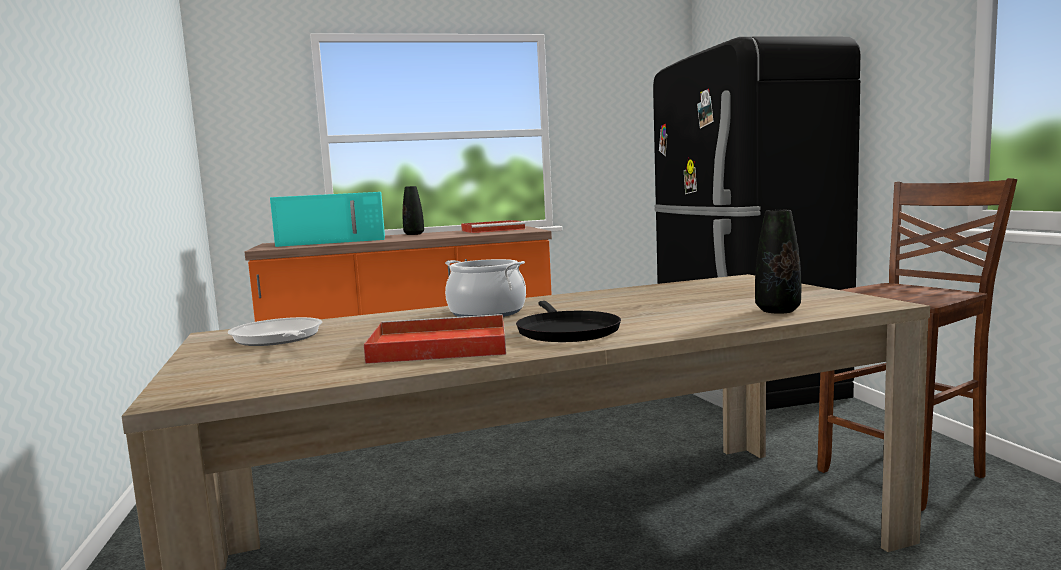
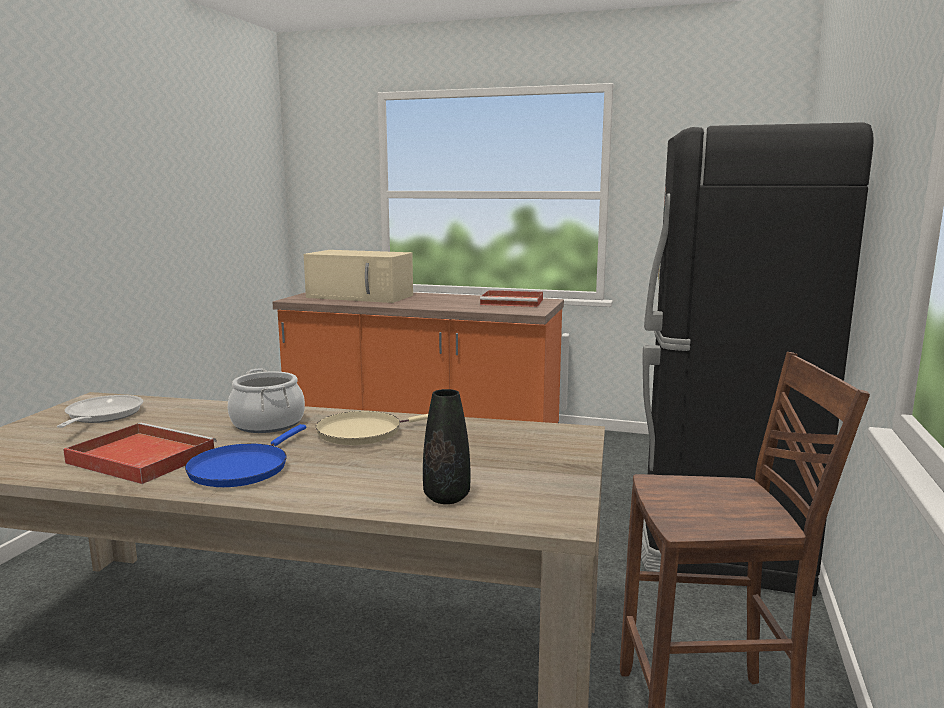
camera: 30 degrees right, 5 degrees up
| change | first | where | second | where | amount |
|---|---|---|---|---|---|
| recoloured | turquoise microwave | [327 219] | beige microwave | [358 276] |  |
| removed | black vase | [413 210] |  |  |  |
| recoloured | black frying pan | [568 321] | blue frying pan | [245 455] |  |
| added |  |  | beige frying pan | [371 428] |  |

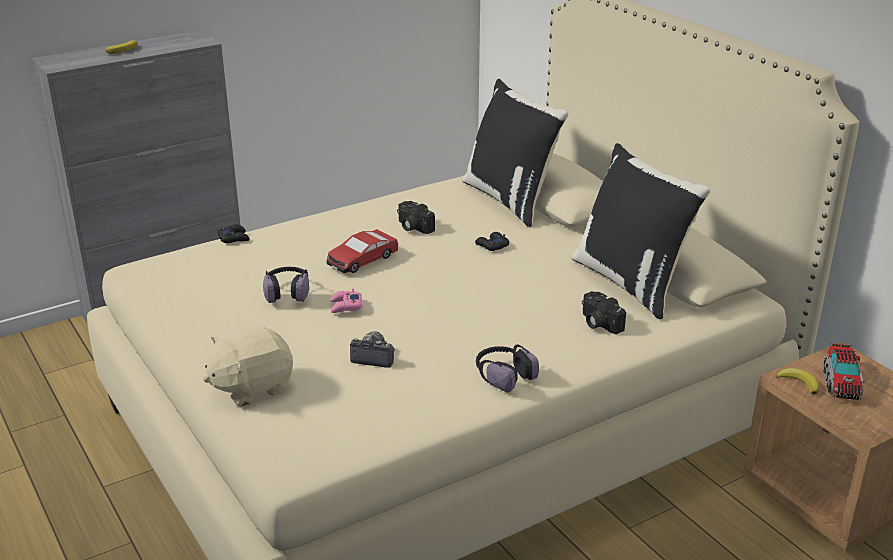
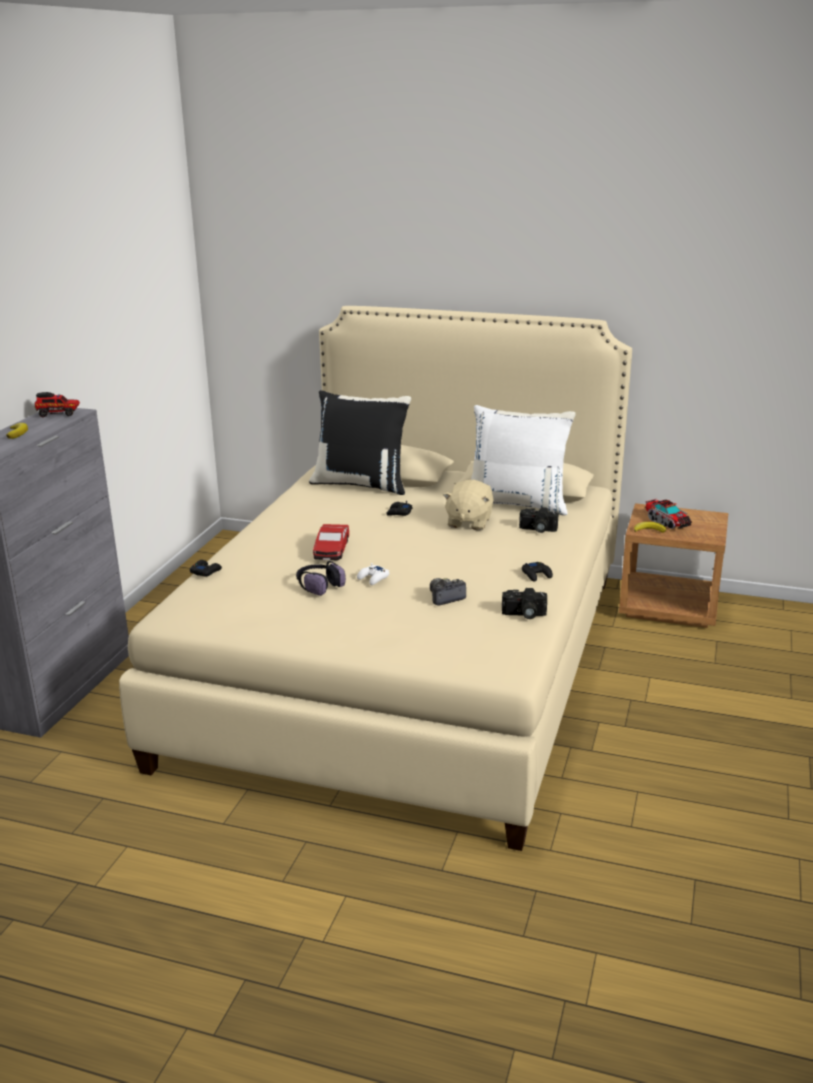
camera: 40 degrees left, 5 degrees down
| change | first | where | second | where | amount |
|---|---|---|---|---|---|
| moved | beige plush toy | [248 366] |  | [468 505] |  |
| recoloured | pink game controller | [346 300] | white game controller | [373 574] |  |
| moved | photo camera | [416 217] |  | [524 603] |  |
| replaced | headphones | [507 368] | black game controller | [537 572] |  |
| recoloured | black pillow | [641 231] | white pillow | [523 460] |  |
| added |  |  | toy truck | [57 404] |  |

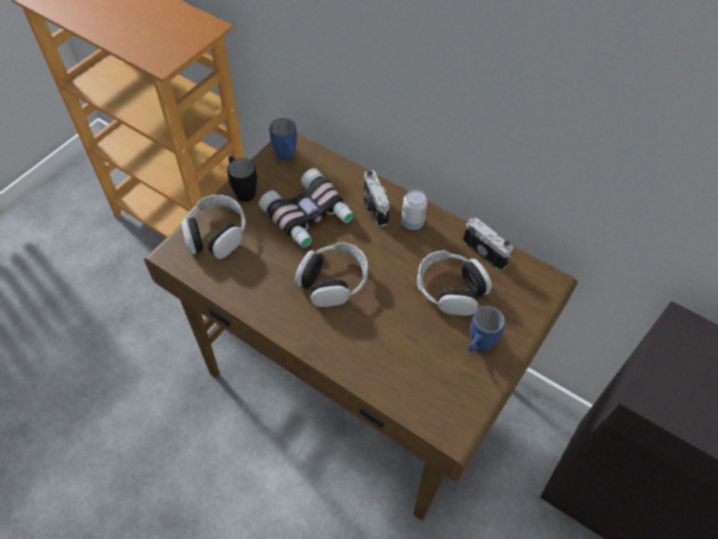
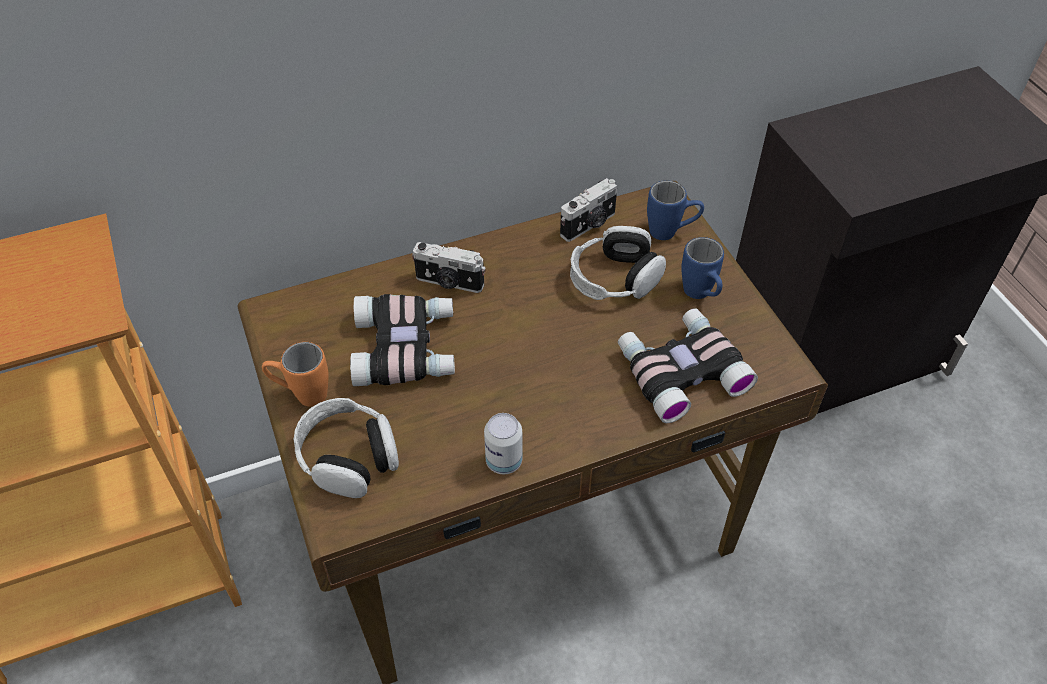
camera: 55 degrees left, 5 degrees down
| change | first | where | second | where | amount |
|---|---|---|---|---|---|
| recoloured | black mug | [242 179] | orange mug | [295 374] |  |
| moved | blue mug | [283 139] |  | [675 210] |  |
| removed | headphones | [331 274] |  |  |  |
| moved | can | [414 209] |  | [503 443] |  |
| turned | photo camera | [488 244] |  | [588 210] | 150 degrees clockwise |
| added |  |  | binoculars | [688 365] |  |

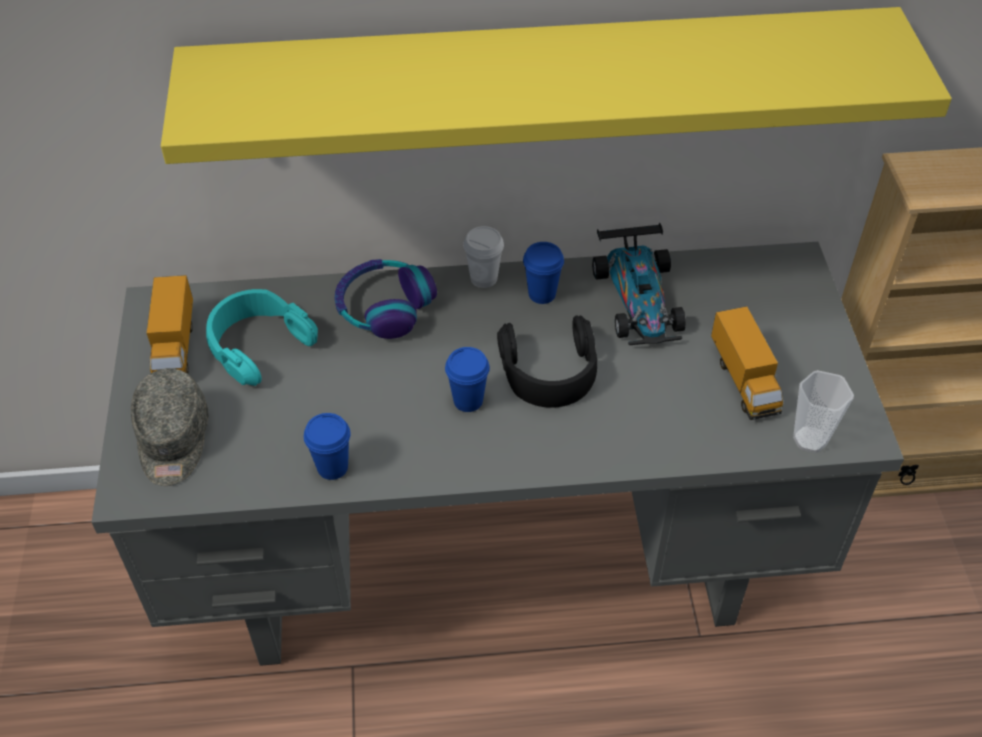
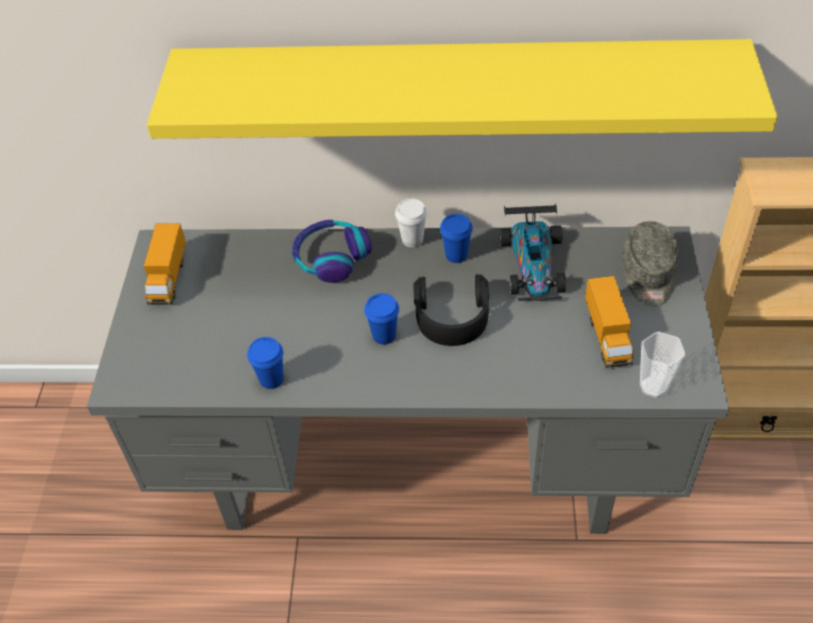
camera: 10 degrees right, 0 degrees up
| change | first | where | second | where | amount |
|---|---|---|---|---|---|
| moved | grey cap | [169 427] |  | [650 263] |  |
| removed | turquoise headphones | [262 337] |  |  |  |

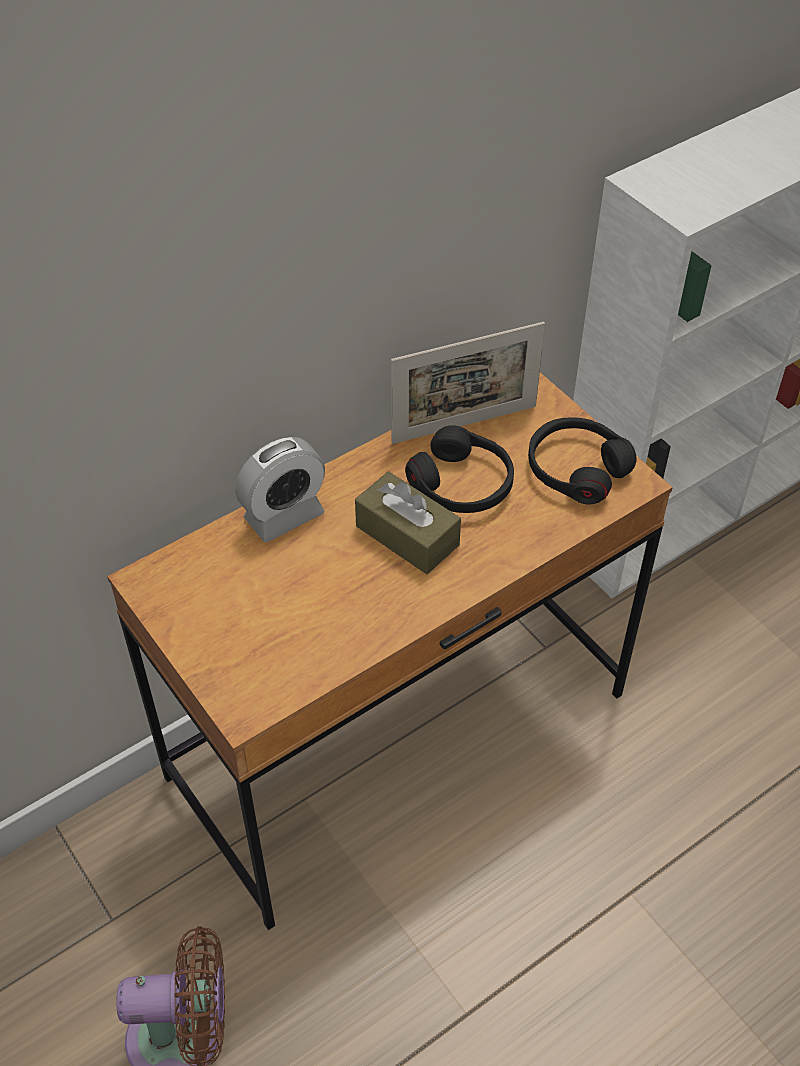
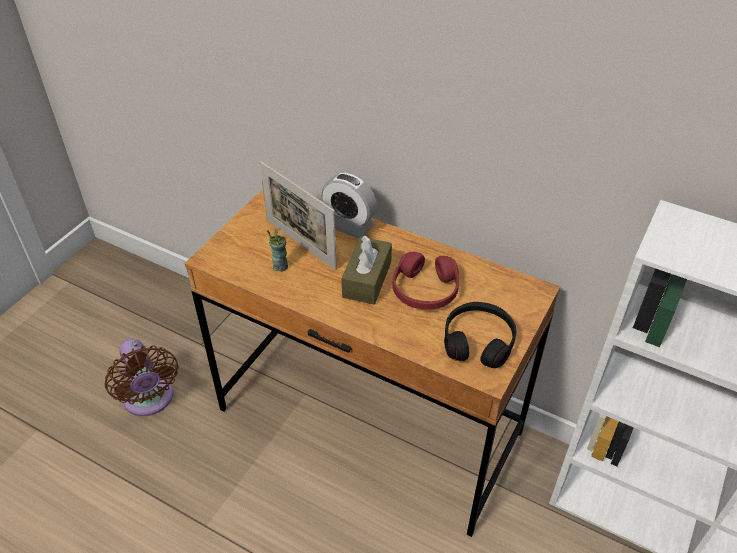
camera: 65 degrees right, 5 degrees down
| change | first | where | second | where | amount |
|---|---|---|---|---|---|
| moved | picture frame | [468 383] |  | [298 215] |  |
| recoloured | black headphones | [459 469] | red headphones | [426 281] |  |
| added |  |  | cup | [277 251] |  |

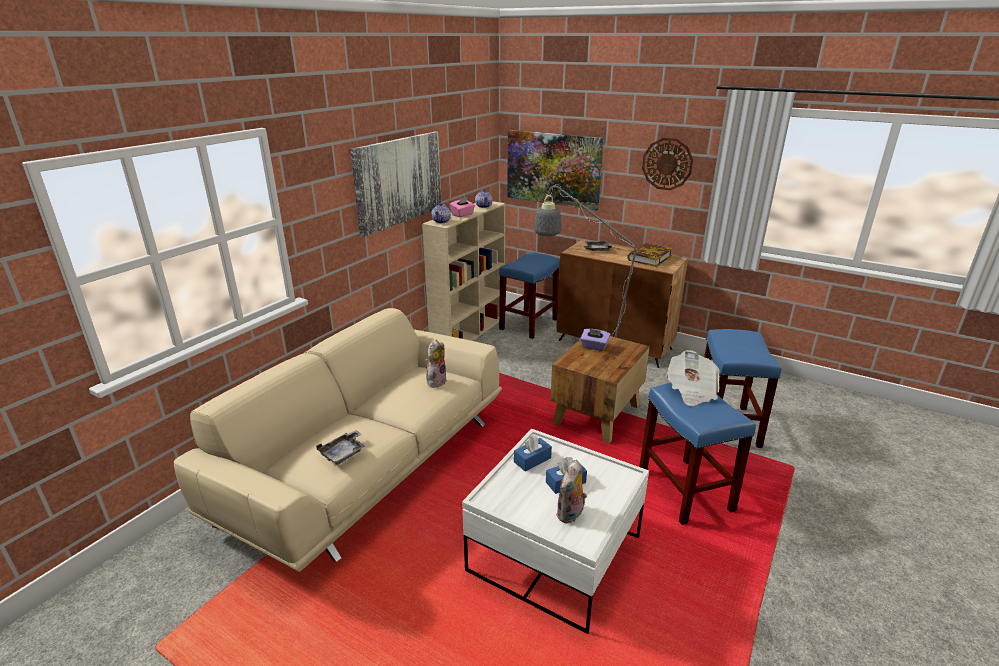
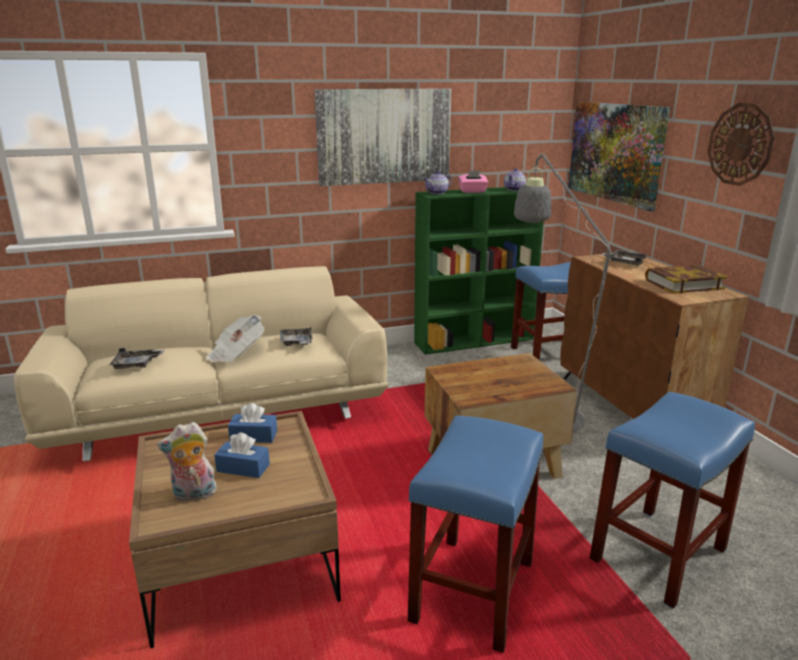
camera: 40 degrees right, 5 degrees down
| change | first | where | second | where | amount |
|---|---|---|---|---|---|
| recoloured | beige bookcase | [463 271] | green bookcase | [479 271] |  |
| replaced | plush toy | [436 364] | grey tray | [296 336] |  |
| recoloured | white coffee table | [555 531] | brown coffee table | [235 529] |  |
| removed | purple tissue box | [595 340] |  |  |  |
| moved | newspaper | [693 378] |  | [235 339] |  |

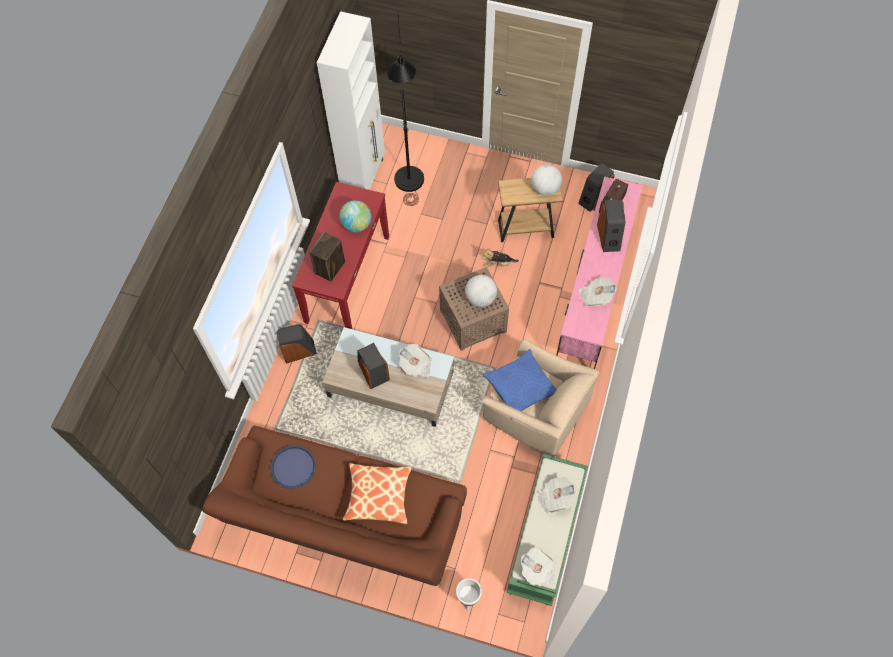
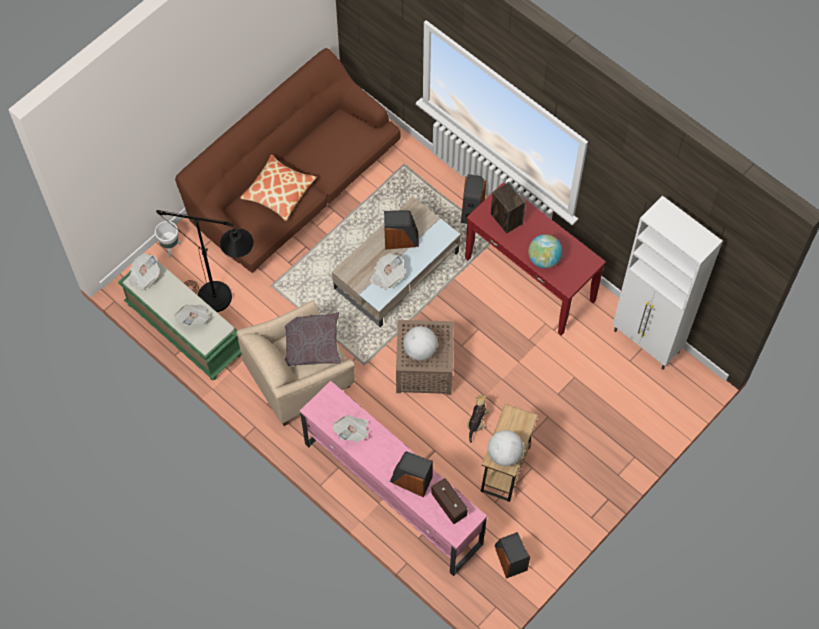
camera: 115 degrees right, 0 degrees up
| change | first | where | second | where | amount |
|---|---|---|---|---|---|
| removed | blue tray | [293 467] |  |  |  |
| moved | black floor lamp | [405 127] |  | [205 261] |  |
| recoloured | blue pillow | [519 384] | grey pillow | [313 339] |  |

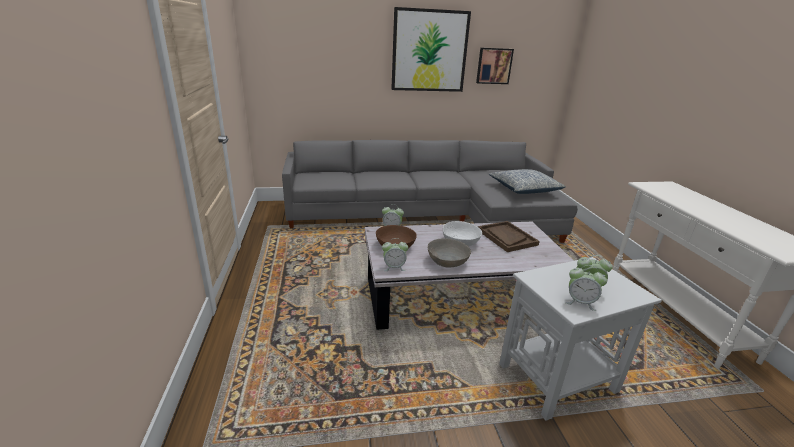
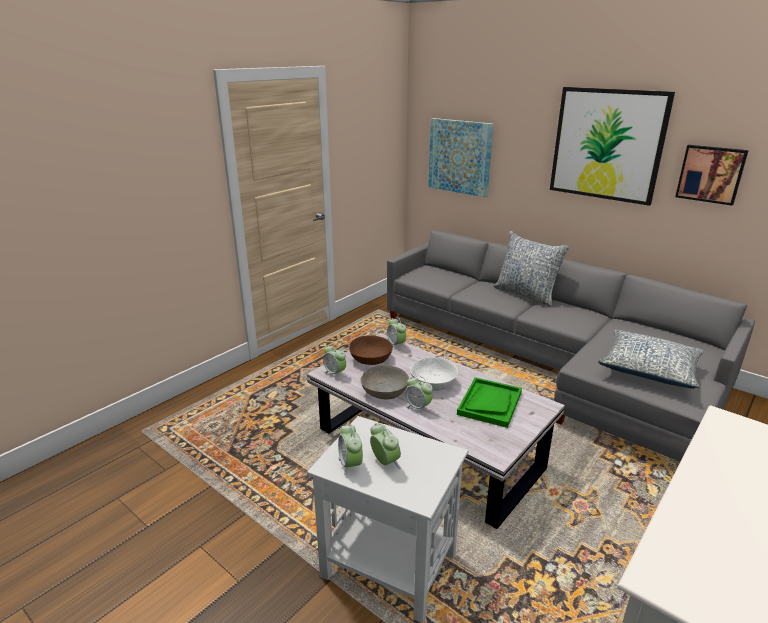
camera: 50 degrees right, 0 degrees up
| change | first | where | second | where | amount |
|---|---|---|---|---|---|
| recoloured | brown tray | [509 236] | green tray | [489 402] |  |
| added |  |  | alarm clock | [419 396] |  |
| added |  |  | picture | [461 157] |  |
| added |  |  | pillow | [531 268] |  |

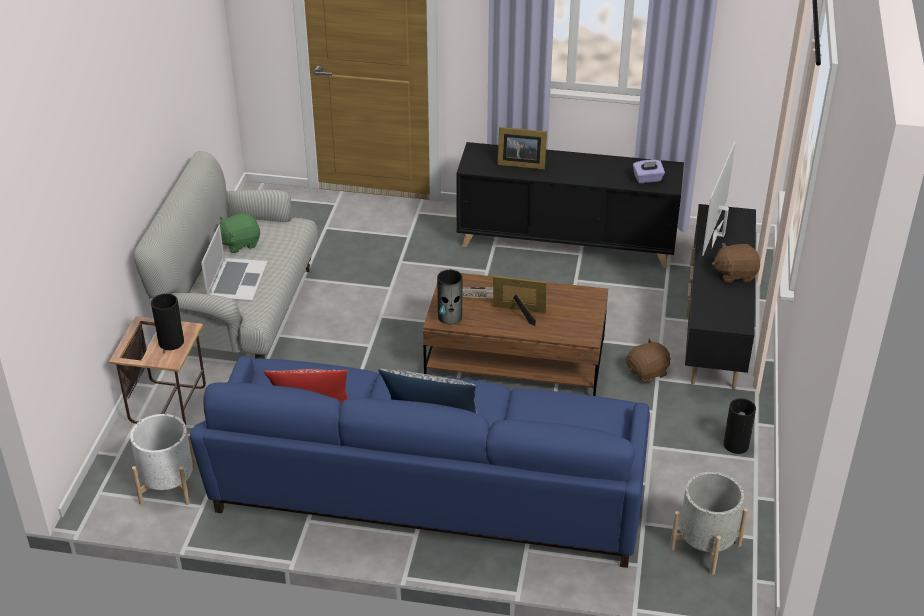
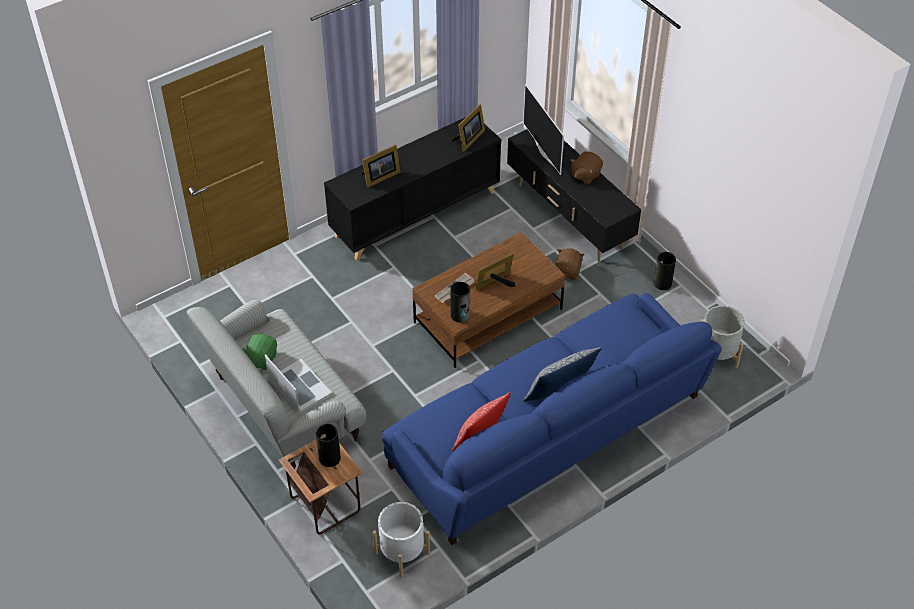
camera: 45 degrees left, 10 degrees up
| change | first | where | second | where | amount |
|---|---|---|---|---|---|
| replaced | purple tissue box | [649 171] | picture frame | [468 128] |  |

